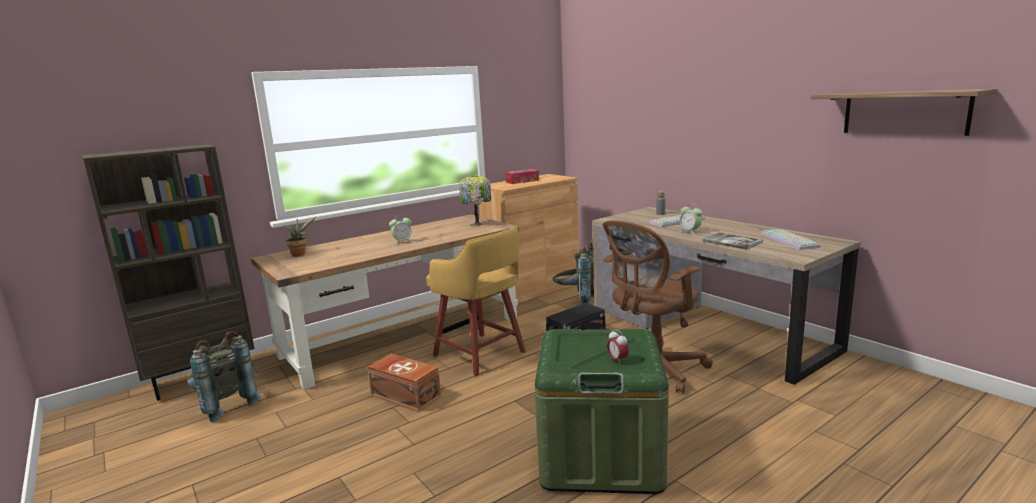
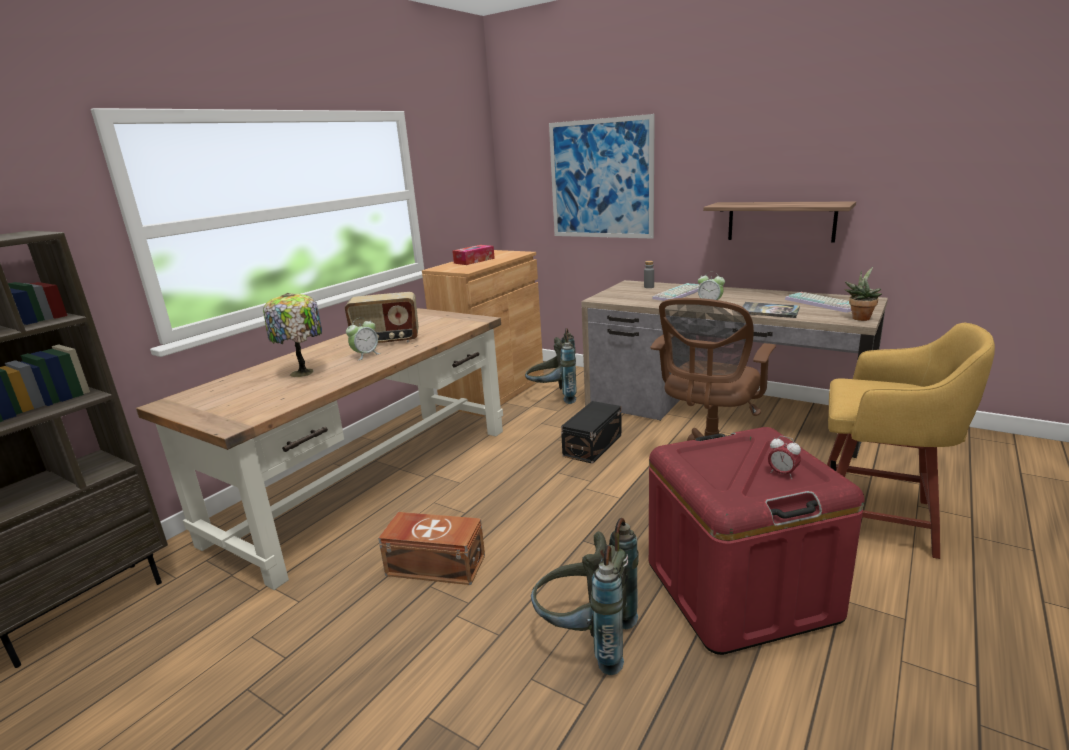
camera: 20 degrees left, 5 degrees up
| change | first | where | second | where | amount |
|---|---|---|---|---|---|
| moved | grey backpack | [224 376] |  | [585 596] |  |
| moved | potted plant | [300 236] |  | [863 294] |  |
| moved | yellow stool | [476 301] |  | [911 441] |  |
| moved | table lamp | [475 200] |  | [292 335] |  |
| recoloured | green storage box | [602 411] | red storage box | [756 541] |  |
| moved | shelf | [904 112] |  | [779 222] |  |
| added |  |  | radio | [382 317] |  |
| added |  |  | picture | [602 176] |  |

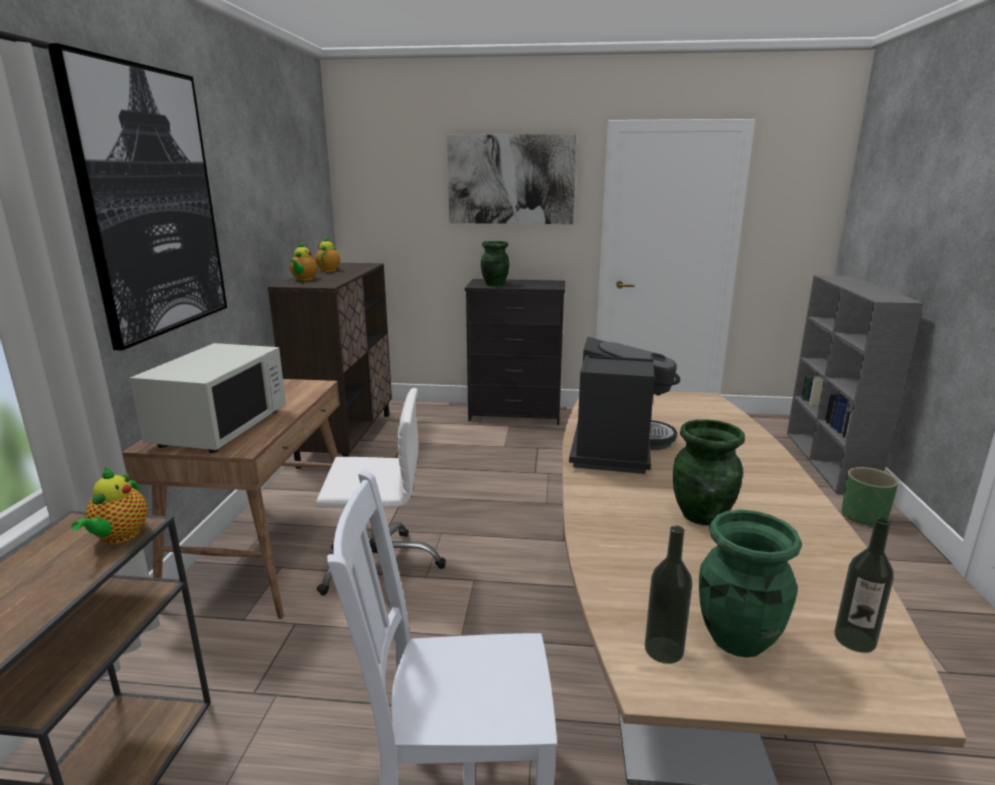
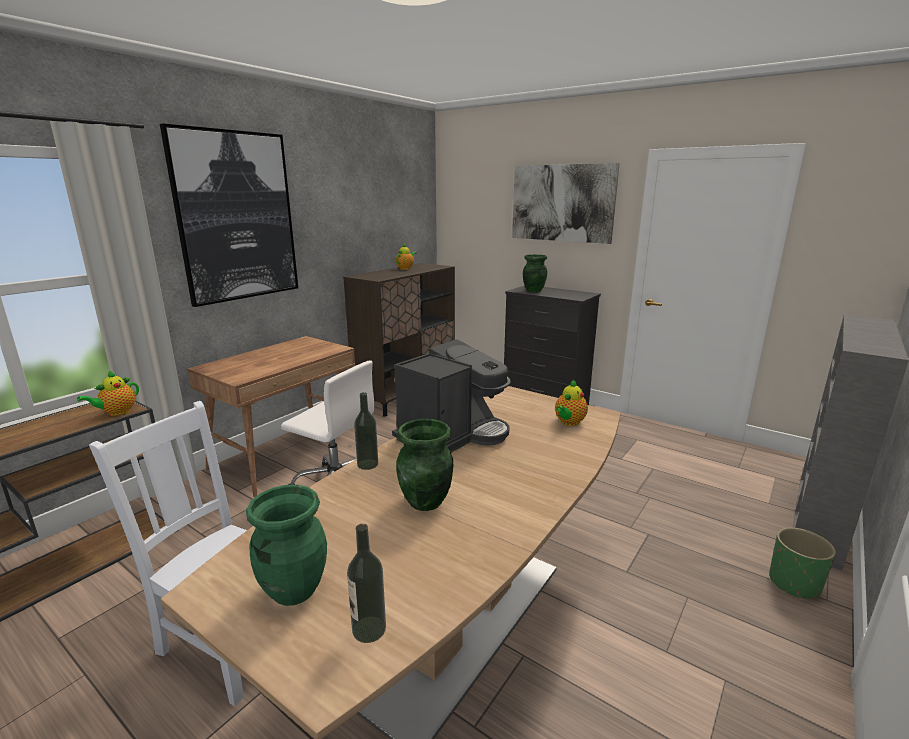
camera: 30 degrees right, 0 degrees up
| change | first | where | second | where | amount |
|---|---|---|---|---|---|
| removed | white microwave | [208 398] |  |  |  |
| moved | teapot | [303 261] |  | [571 403] |  |
| moved | bottle | [669 595] |  | [366 431] |  |

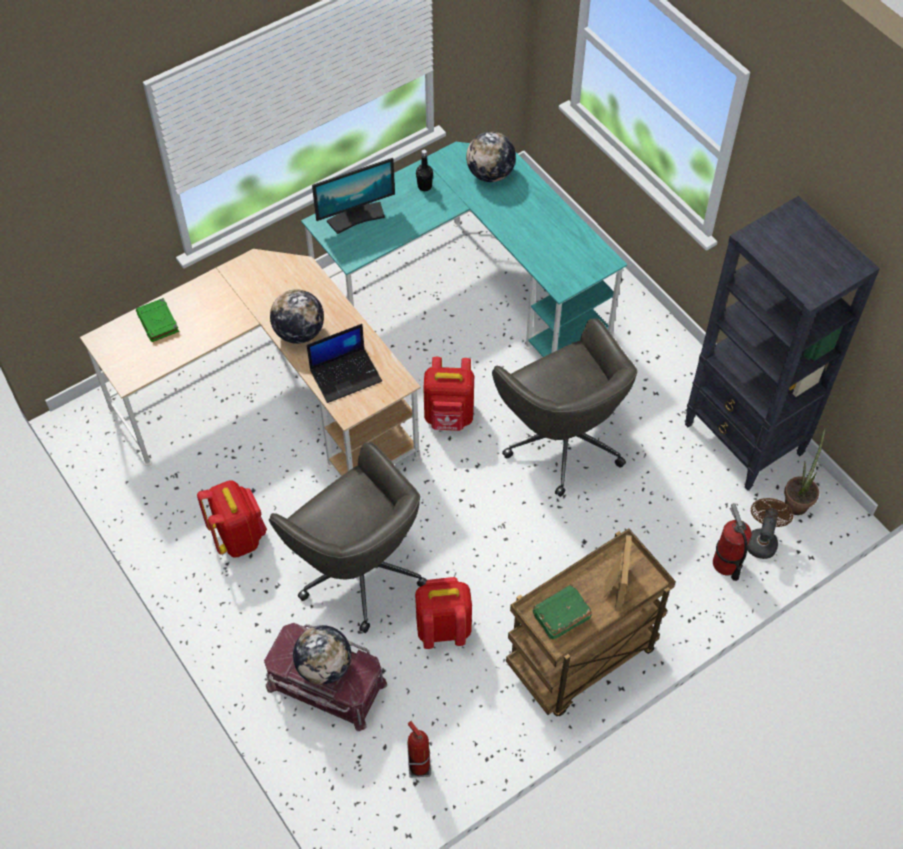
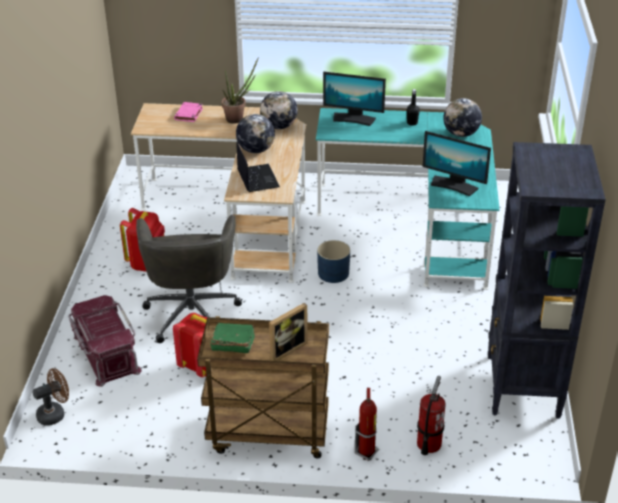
camera: 40 degrees right, 20 degrees down
| change | first | where | second | where | amount |
|---|---|---|---|---|---|
| recoloured | green book | [157 320] | pink book | [188 112] |  |
| moved | globe | [322 655] |  | [279 110] |  |
| turned | laptop | [344 363] |  | [258 167] | 120 degrees counterclockwise |
| moved | fire extinguisher | [419 749] |  | [367 424] |  |
| replaced | red backpack | [448 394] | blue planter | [333 261] |  |
| removed | grey office chair | [565 408] |  |  |  |
| moved | brown fan | [770 528] |  | [50 397] |  |
| moved | potted plant | [804 471] |  | [240 90] |  |
| added |  |  | monitor | [456 163] |  |

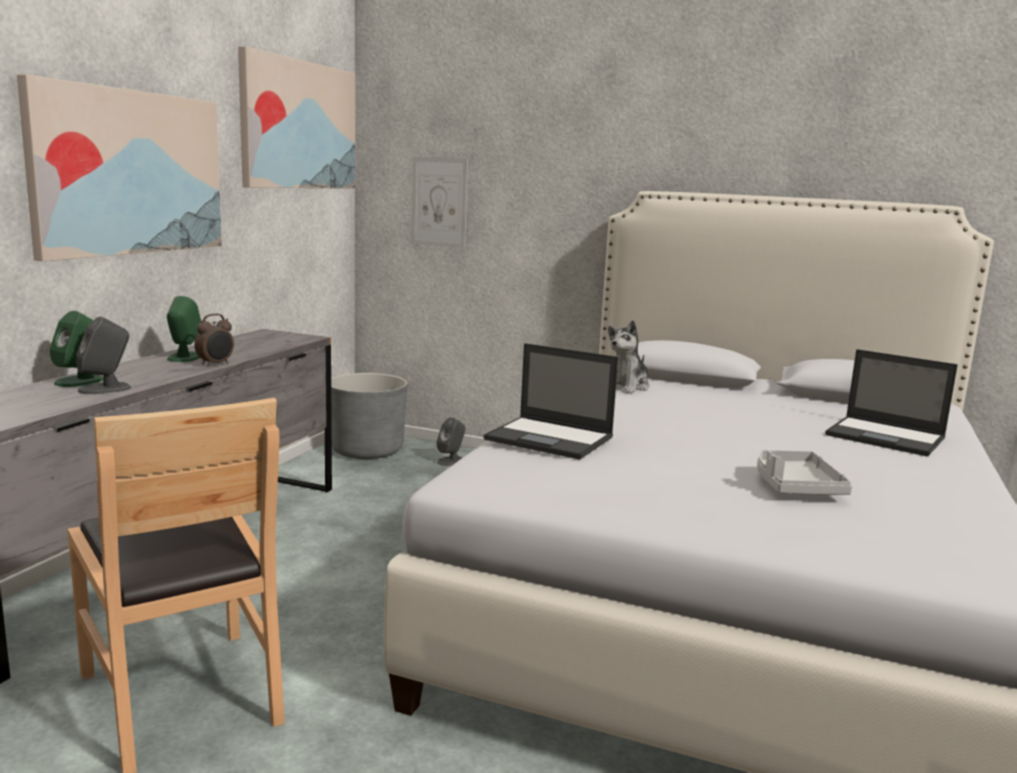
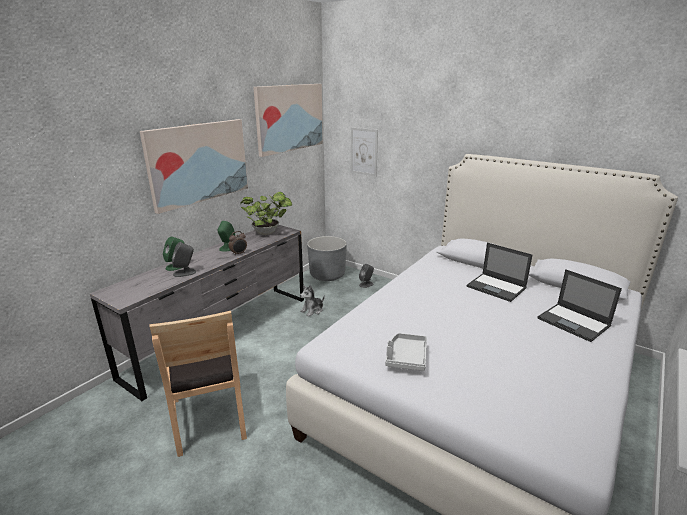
camera: 15 degrees right, 10 degrees up
| change | first | where | second | where | amount |
|---|---|---|---|---|---|
| moved | laptop | [550 401] |  | [499 272] |  |
| moved | plush toy | [628 357] |  | [312 301] |  |
| moved | grey tray | [804 472] |  | [406 352] |  |
| added |  |  | potted plant | [266 213] |  |

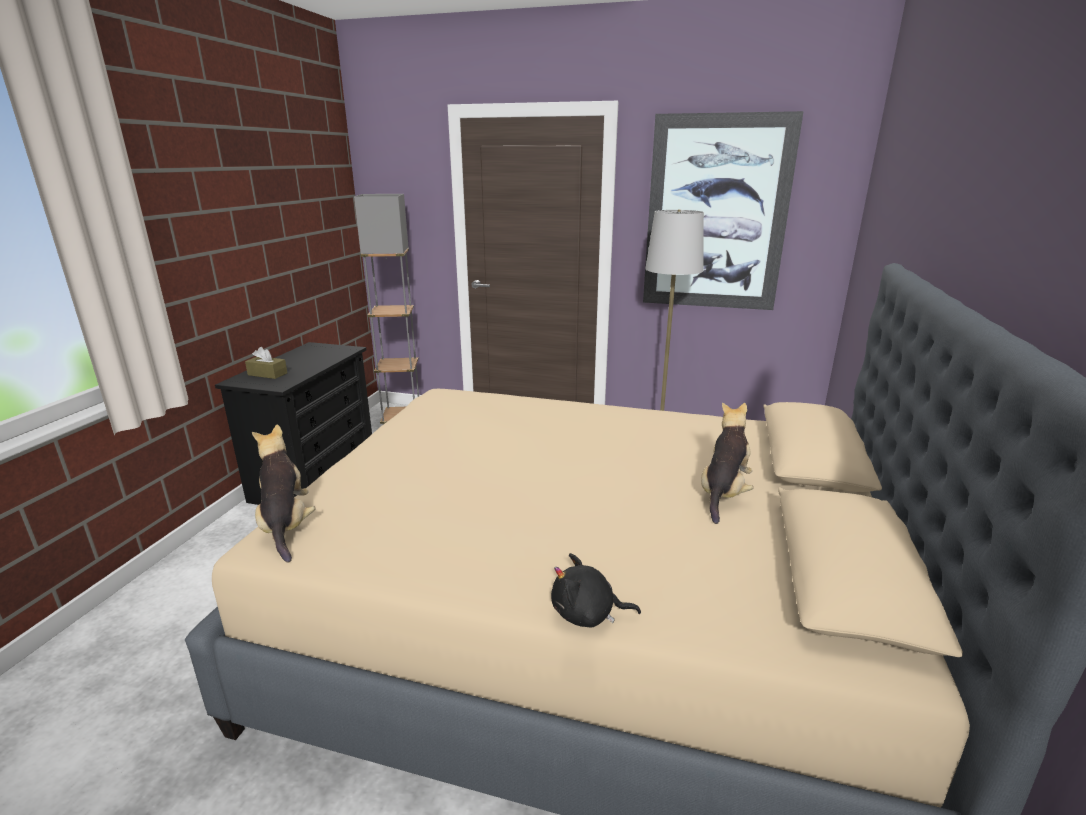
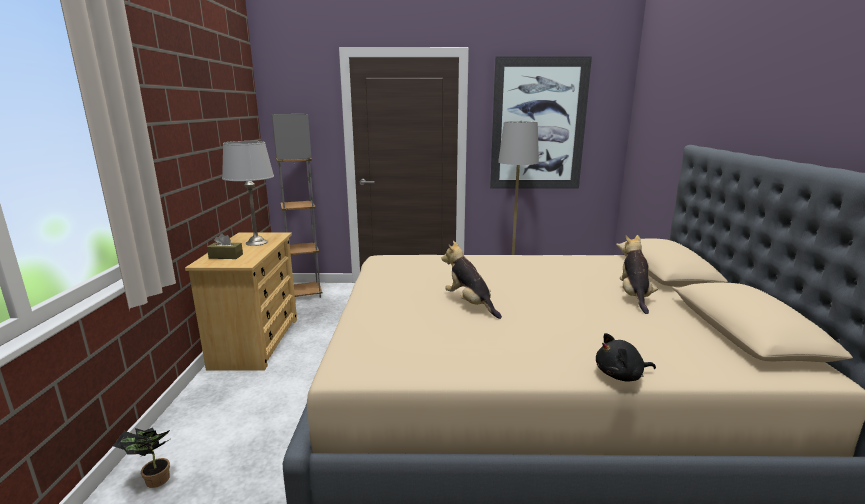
camera: 15 degrees left, 5 degrees down
| change | first | where | second | where | amount |
|---|---|---|---|---|---|
| recoloured | black dresser | [293 423] | beige dresser | [241 301] |  |
| moved | plush toy | [283 494] |  | [472 280] |  |
| added |  |  | potted plant | [141 457] |  |
| added |  |  | grey table lamp | [248 193] |  |

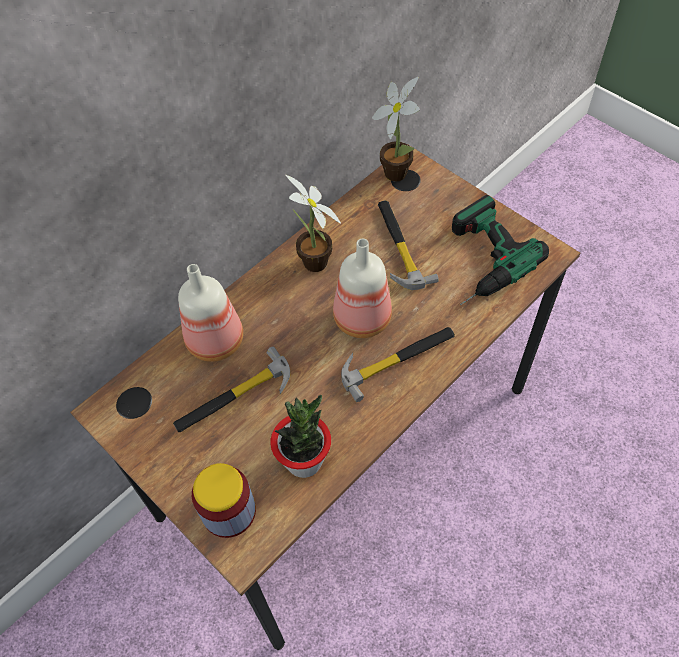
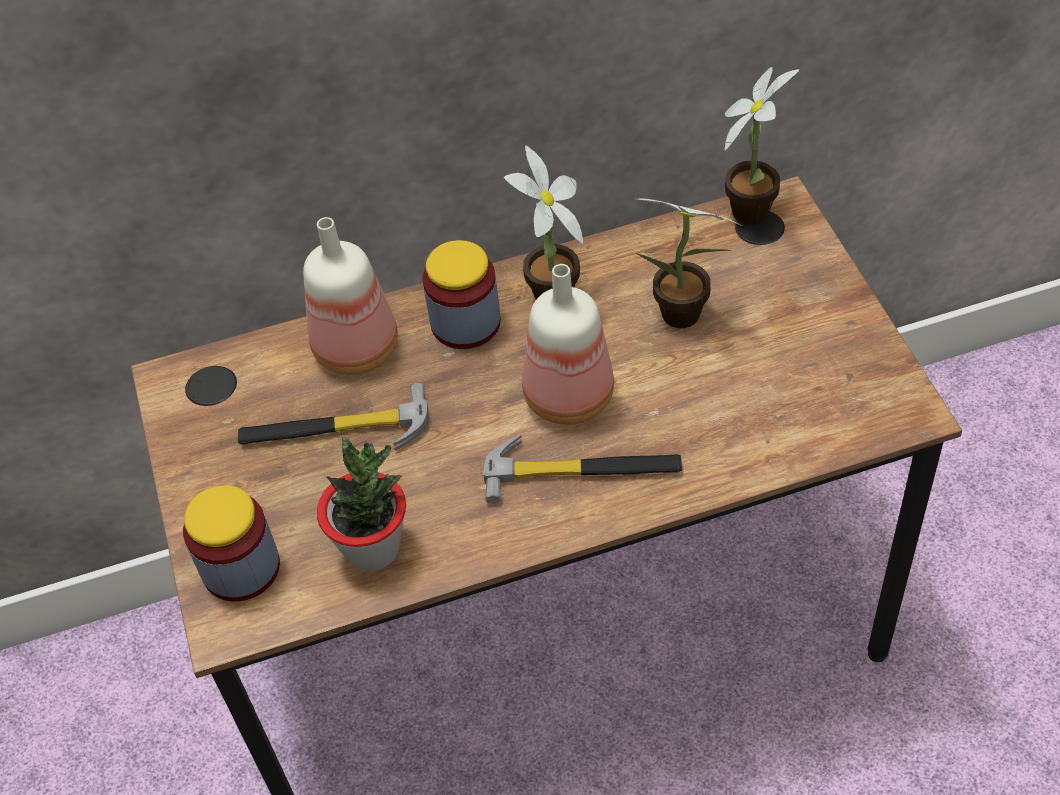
camera: 30 degrees right, 5 degrees down
| change | first | where | second | where | amount |
|---|---|---|---|---|---|
| replaced | hammer | [408 245] | potted plant | [689 263] |  |
| removed | power drill | [500 250] |  |  |  |
| added |  |  | jar | [461 294] |  |

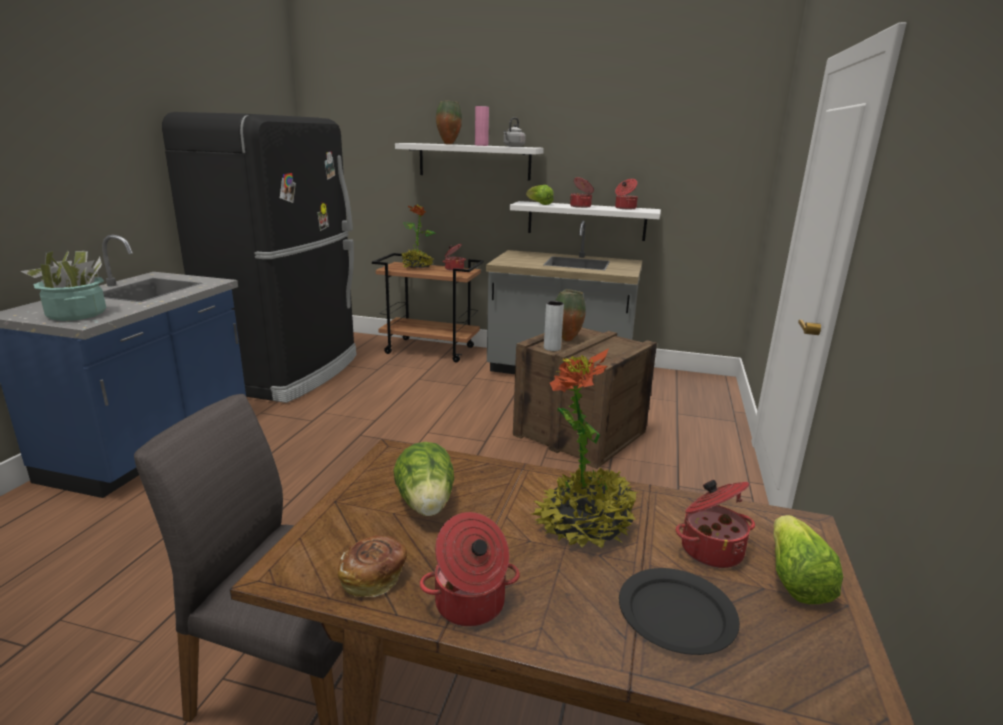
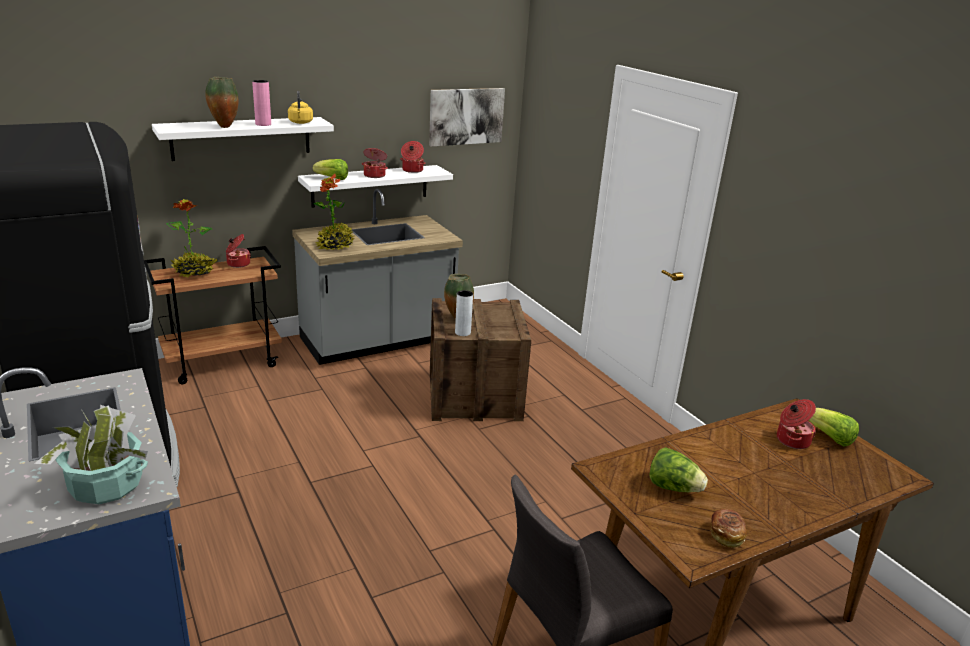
camera: 45 degrees left, 5 degrees up
| change | first | where | second | where | amount |
|---|---|---|---|---|---|
| removed | cooking pot | [470 569] |  |  |  |
| recoloured | grey kettle | [515 132] | yellow kettle | [300 107] |  |
| moved | potted plant | [585 448] |  | [333 212] |  |
| removed | black plate | [679 611] |  |  |  |
| added |  |  | picture | [467 117] |  |

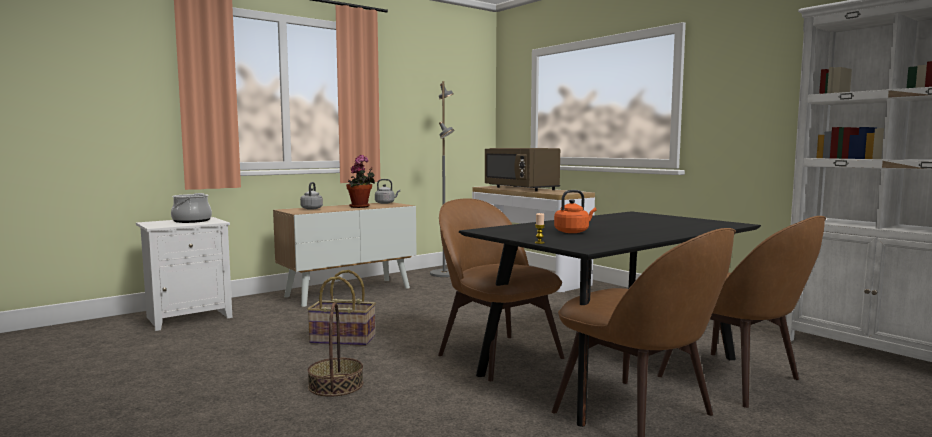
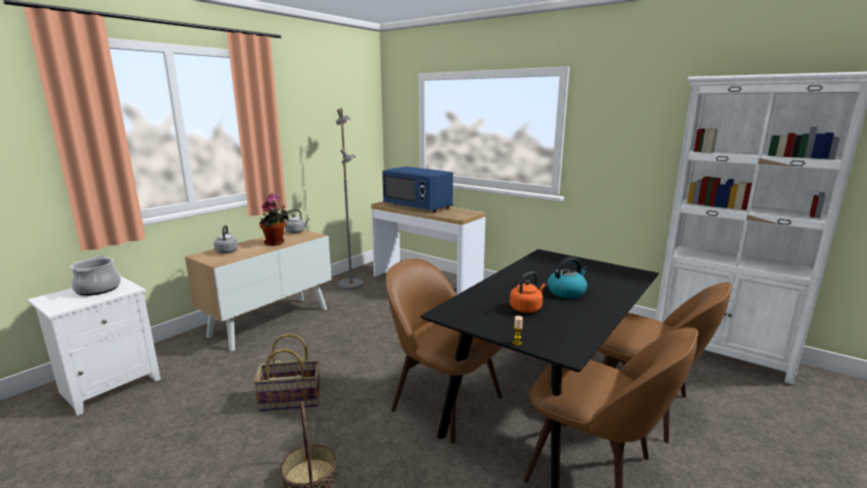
camera: 15 degrees left, 10 degrees up
| change | first | where | second | where | amount |
|---|---|---|---|---|---|
| recoloured | brown microwave | [522 169] | blue microwave | [417 189] |  |
| added |  |  | kettle | [567 277] |  |

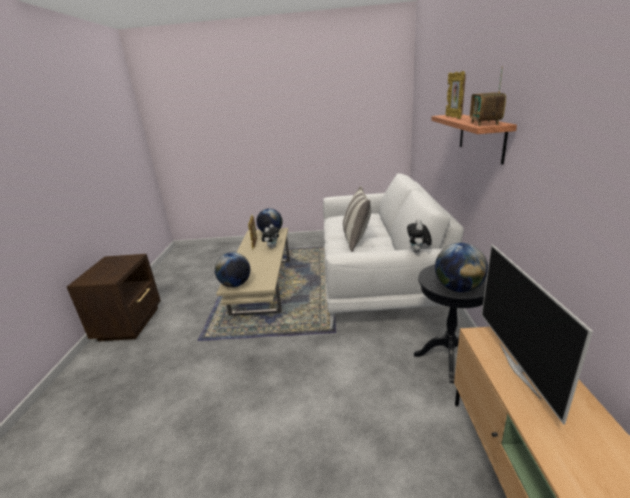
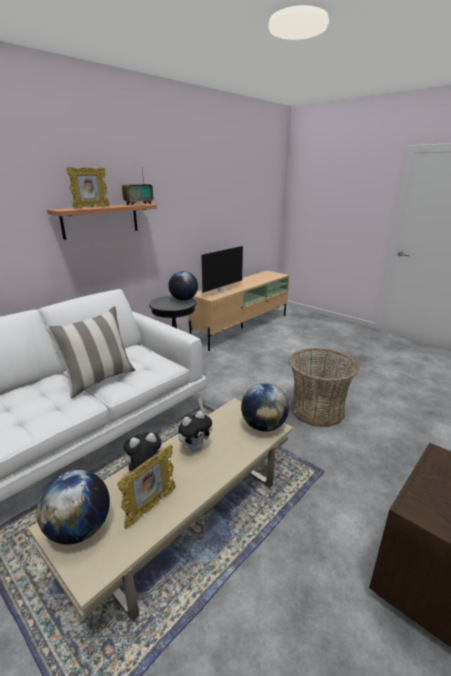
camera: 140 degrees left, 0 degrees up
| change | first | where | second | where | amount |
|---|---|---|---|---|---|
| moved | plush toy | [419 236] |  | [195 431] |  |
| added |  |  | basket | [324 387] |  |

